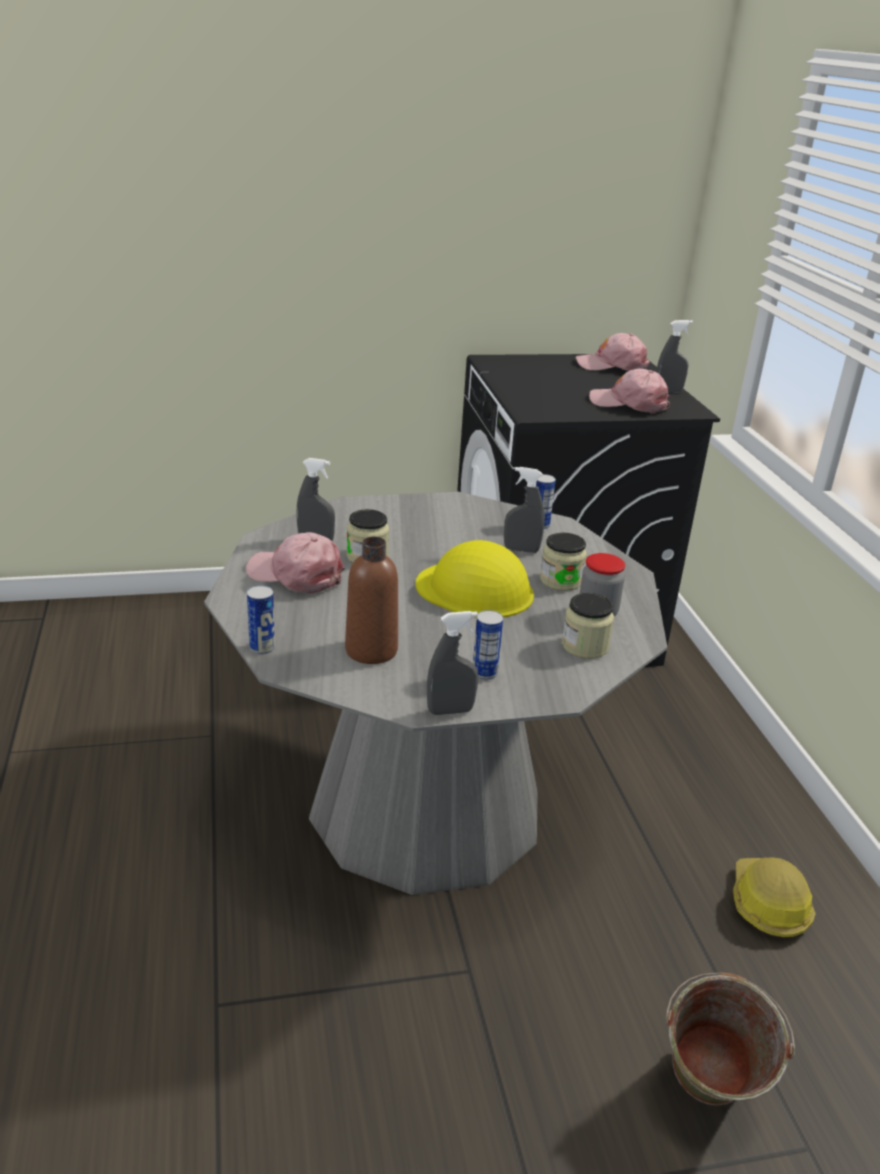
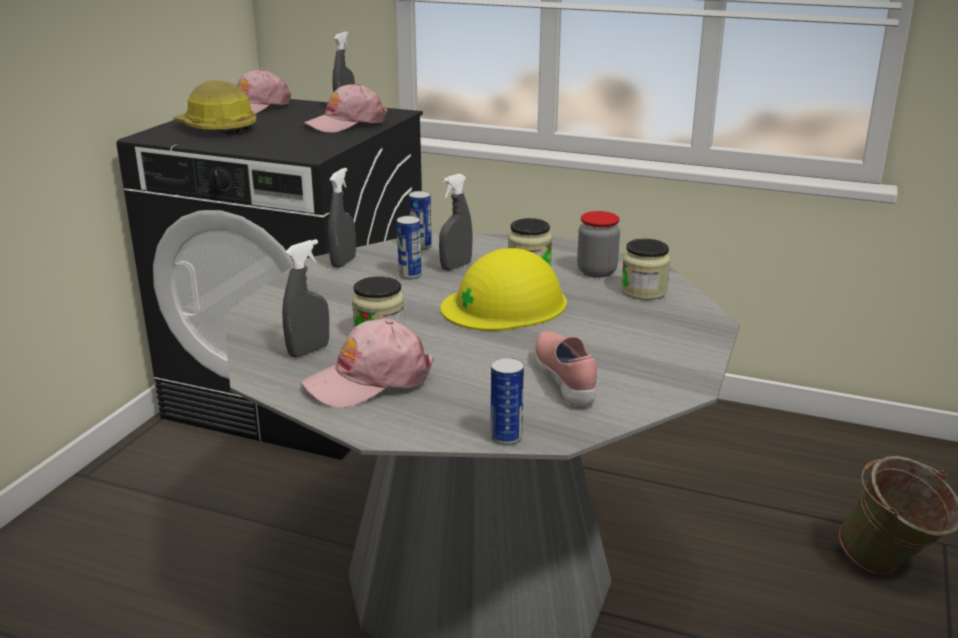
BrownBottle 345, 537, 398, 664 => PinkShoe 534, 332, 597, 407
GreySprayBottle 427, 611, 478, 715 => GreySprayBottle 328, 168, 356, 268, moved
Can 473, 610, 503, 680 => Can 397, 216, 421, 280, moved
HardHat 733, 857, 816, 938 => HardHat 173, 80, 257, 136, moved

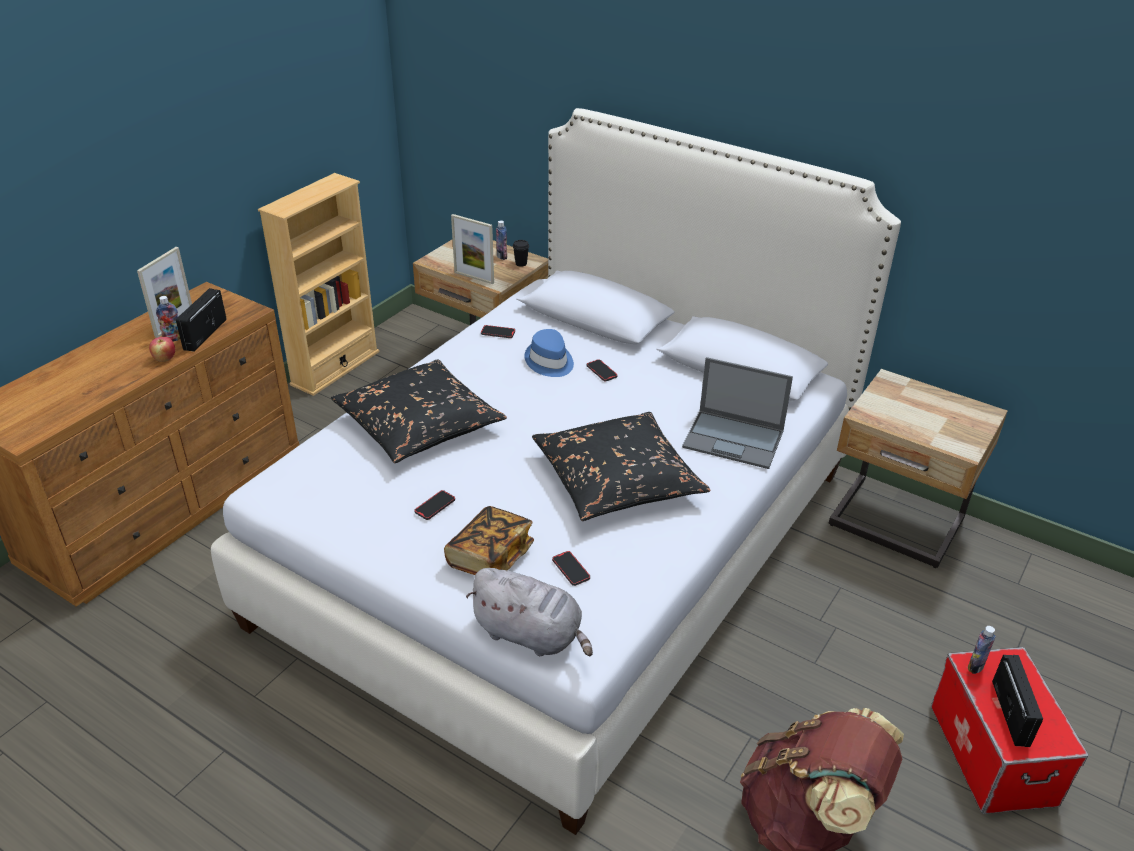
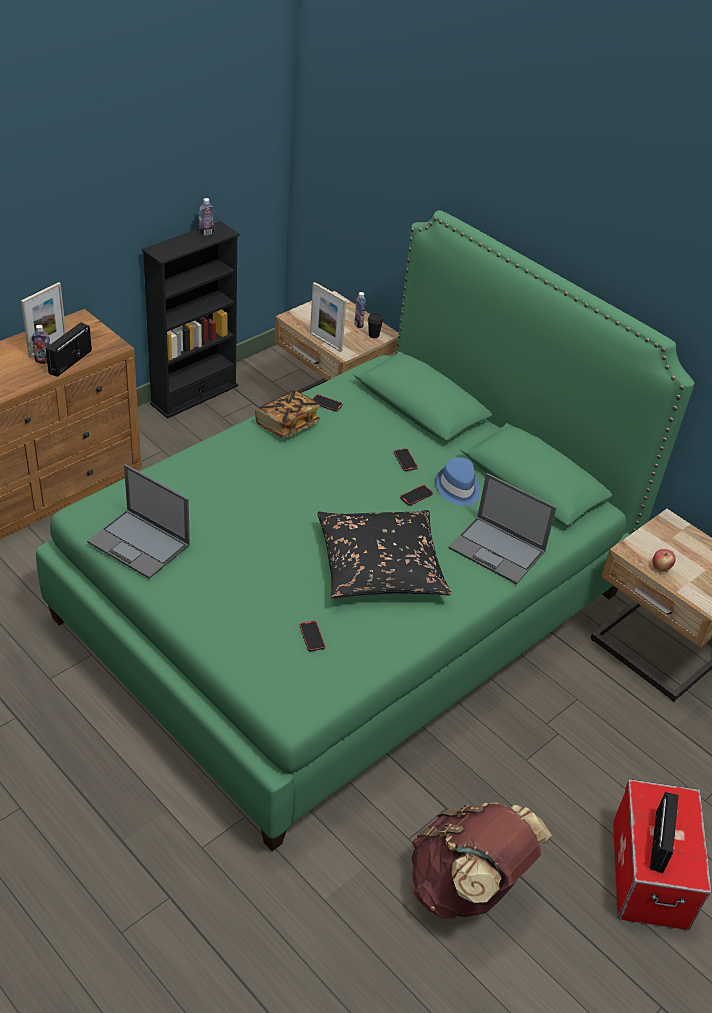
Apple 149, 337, 175, 362 => Apple 652, 549, 676, 572, moved
WhiteBed 211, 108, 901, 835 => GreenBed 36, 210, 694, 851
BeigeBookcase 258, 173, 380, 396 => BlackBookcase 142, 221, 240, 419
BlackPillow 331, 359, 507, 463 => nothing
Phone 414, 490, 455, 520 => Phone 400, 485, 433, 506, moved
Book 444, 506, 534, 575 => Book 255, 390, 320, 438, moved
GreyPlushToy 466, 568, 593, 656 => nothing
BlueHat 524, 329, 574, 377 => BlueHat 435, 457, 480, 506, moved
Bottle 968, 626, 996, 674 => Bottle 199, 198, 214, 236, moved
nothing => Laptop 87, 464, 190, 579

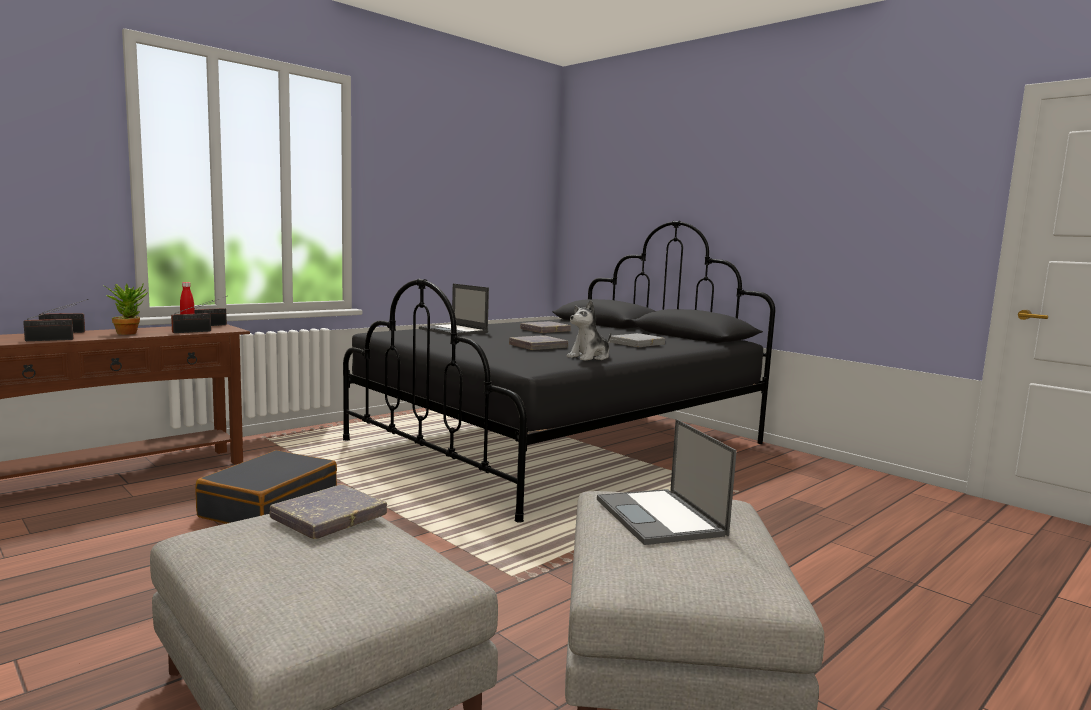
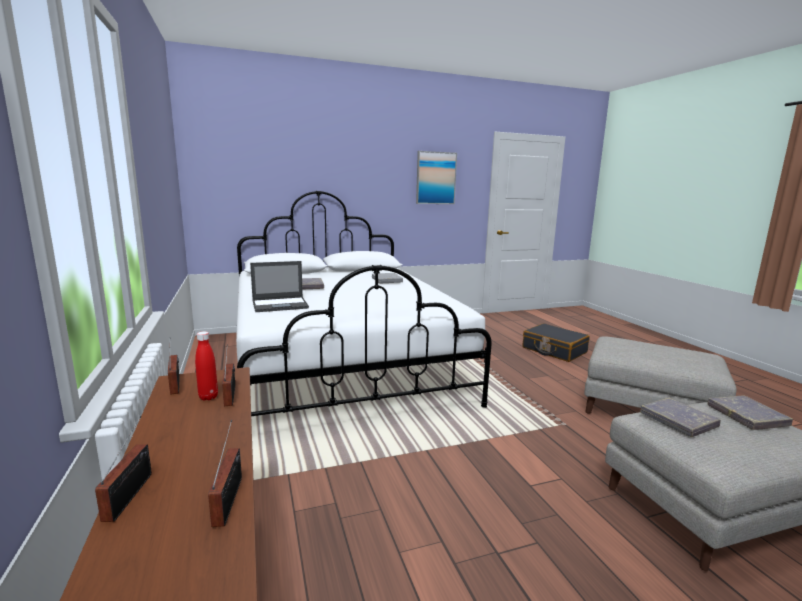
PottedPlant 105, 283, 148, 335 => nothing
BlackSuitcase 195, 450, 337, 524 => BlackSuitcase 523, 323, 590, 362, moved
BlackBed 343, 221, 775, 523 => WhiteBed 236, 191, 492, 416
GreyBook 509, 335, 568, 350 => GreyBook 707, 396, 793, 430, moved
PlushToy 567, 300, 611, 361 => nothing
Laptop 597, 419, 737, 545 => nothing
nothing => Picture 416, 151, 457, 204

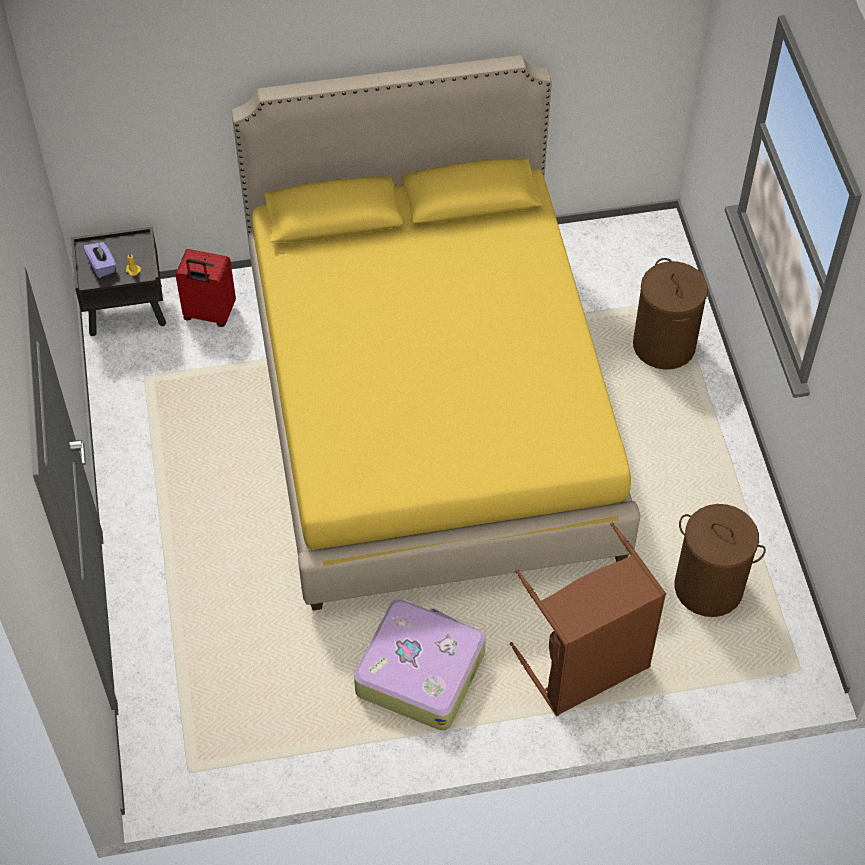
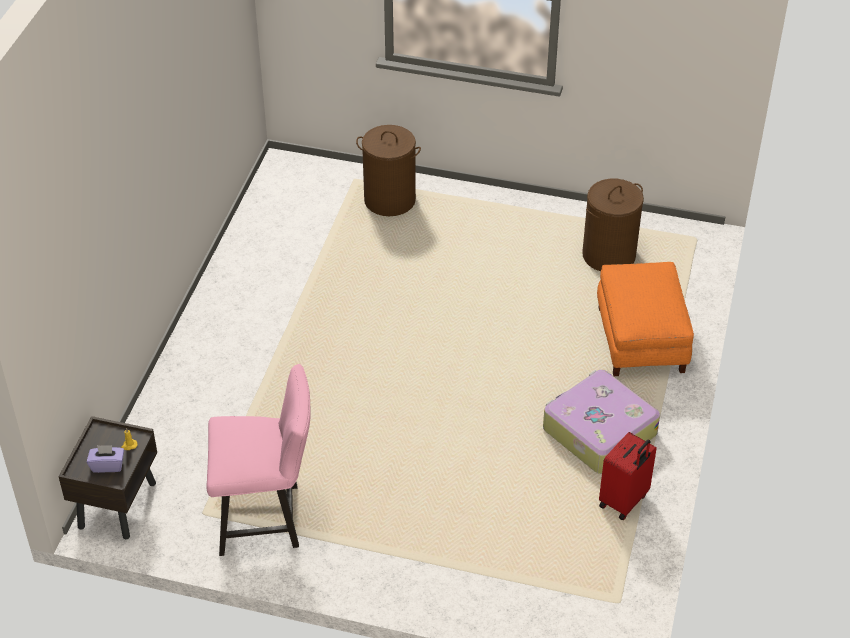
RedSuitcase 175, 249, 236, 327 => RedSuitcase 599, 432, 657, 520, moved
YellowBed 232, 55, 641, 611 => nothing
BrownLaundryBasket 510, 523, 666, 716 => OrangeOttoman 597, 262, 694, 376
nothing => PinkChair 206, 364, 311, 556

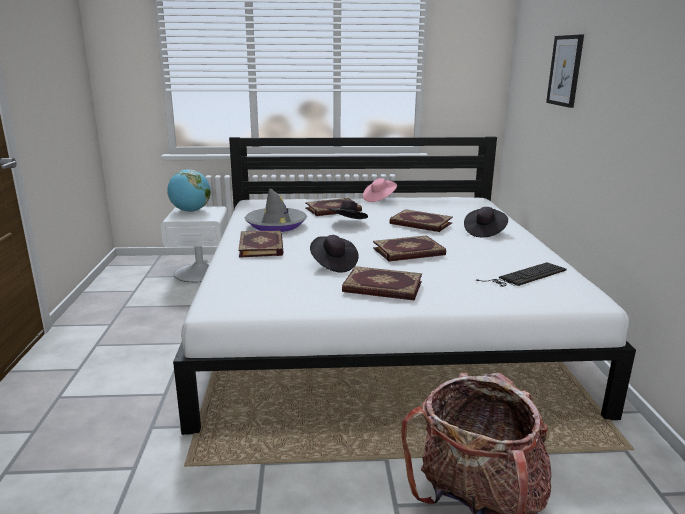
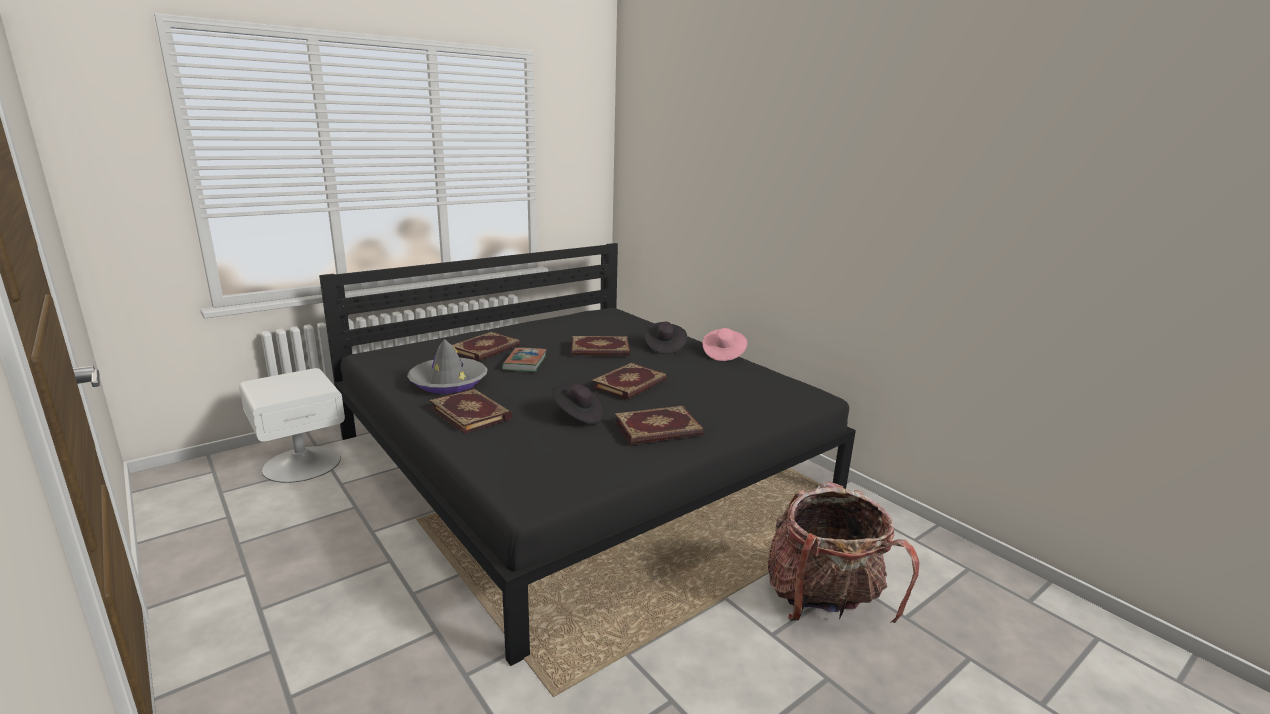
Globe 167, 170, 211, 212 => nothing
WhiteBed 173, 137, 636, 435 => BlackBed 319, 243, 856, 666
BlackHat 328, 200, 368, 219 => Book 502, 348, 547, 372
PinkHat 363, 178, 397, 202 => PinkHat 703, 328, 748, 361, moved
Keyboard 476, 262, 566, 287 => nothing
Picture 546, 34, 584, 108 => nothing

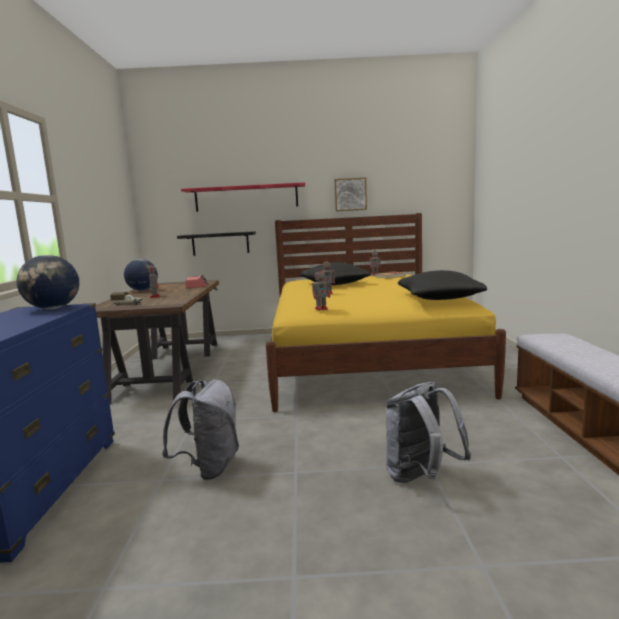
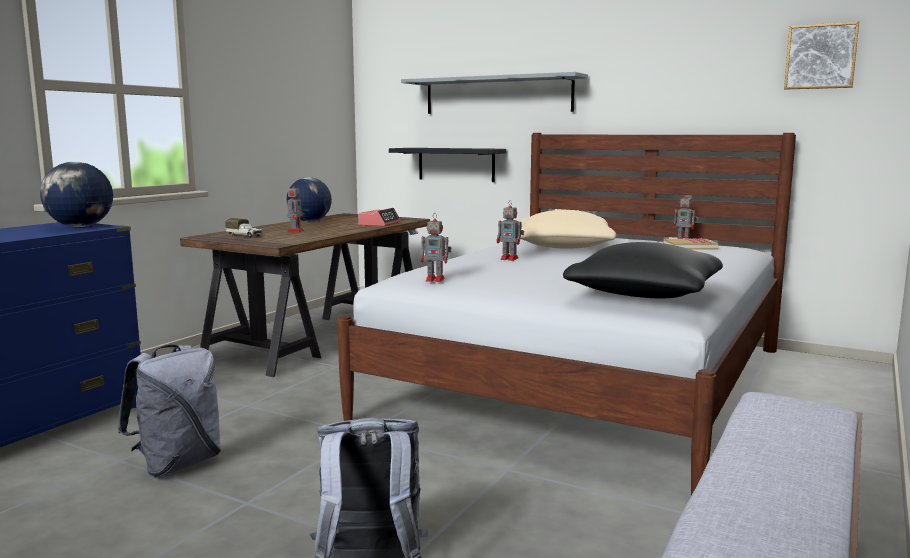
RedShelf 181, 182, 305, 212 => GreyShelf 401, 72, 588, 114
YellowBed 266, 213, 506, 412 => WhiteBed 337, 133, 796, 496
BlackPillow 299, 262, 371, 285 => BeigePillow 520, 210, 616, 249
Picture 334, 177, 367, 211 => Picture 784, 22, 859, 90, moved

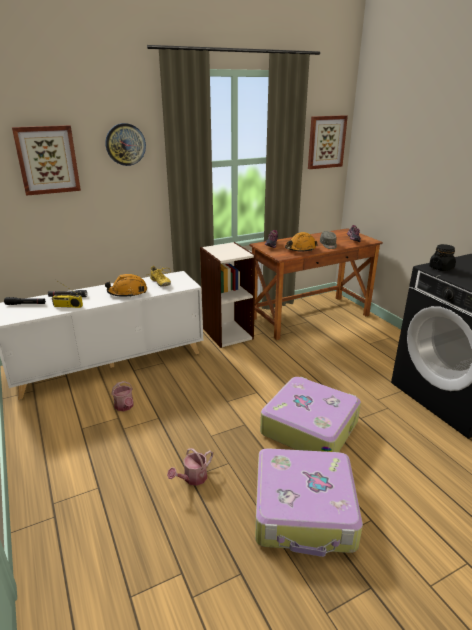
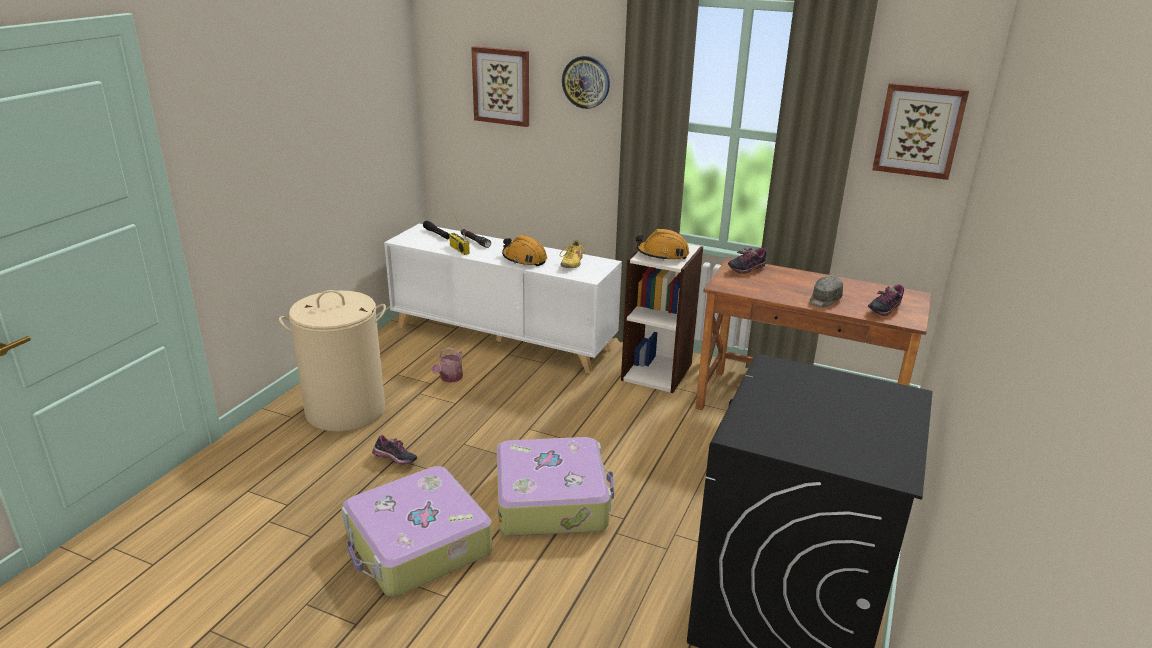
WateringCan 167, 448, 213, 486 => Shoe 372, 435, 417, 465
OrangeHardHat 285, 232, 317, 252 => OrangeHardHat 636, 229, 689, 261, moved
BlackJar 429, 244, 456, 271 => nothing
nothing => BeigeLaundryBasket 279, 290, 386, 432

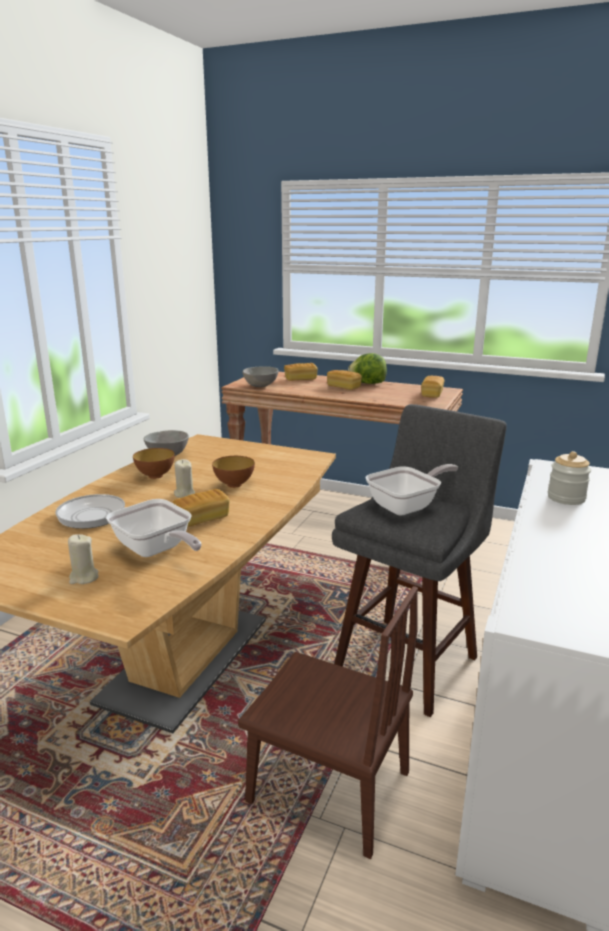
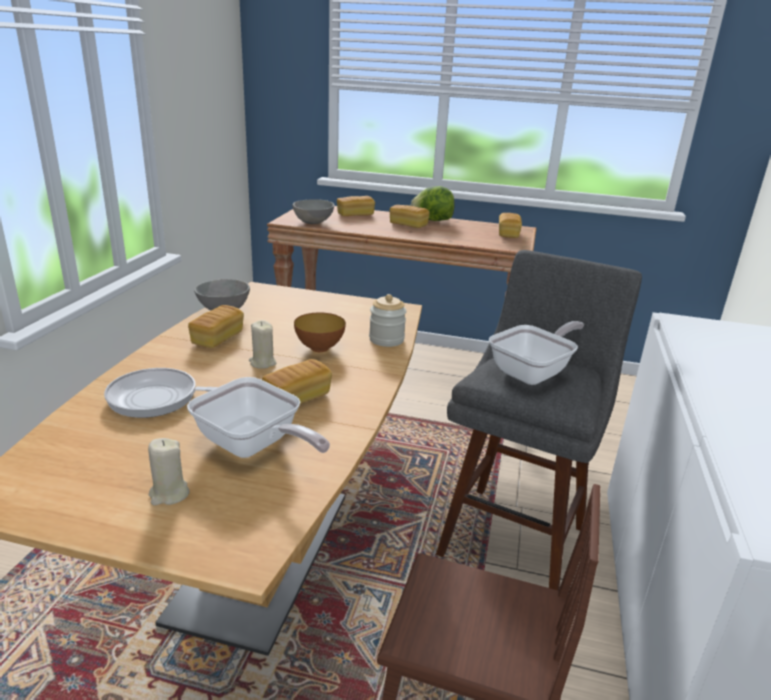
Bowl 133, 448, 175, 479 => Bread 188, 305, 244, 348
Jar 548, 451, 591, 505 => Jar 369, 294, 406, 347, moved

